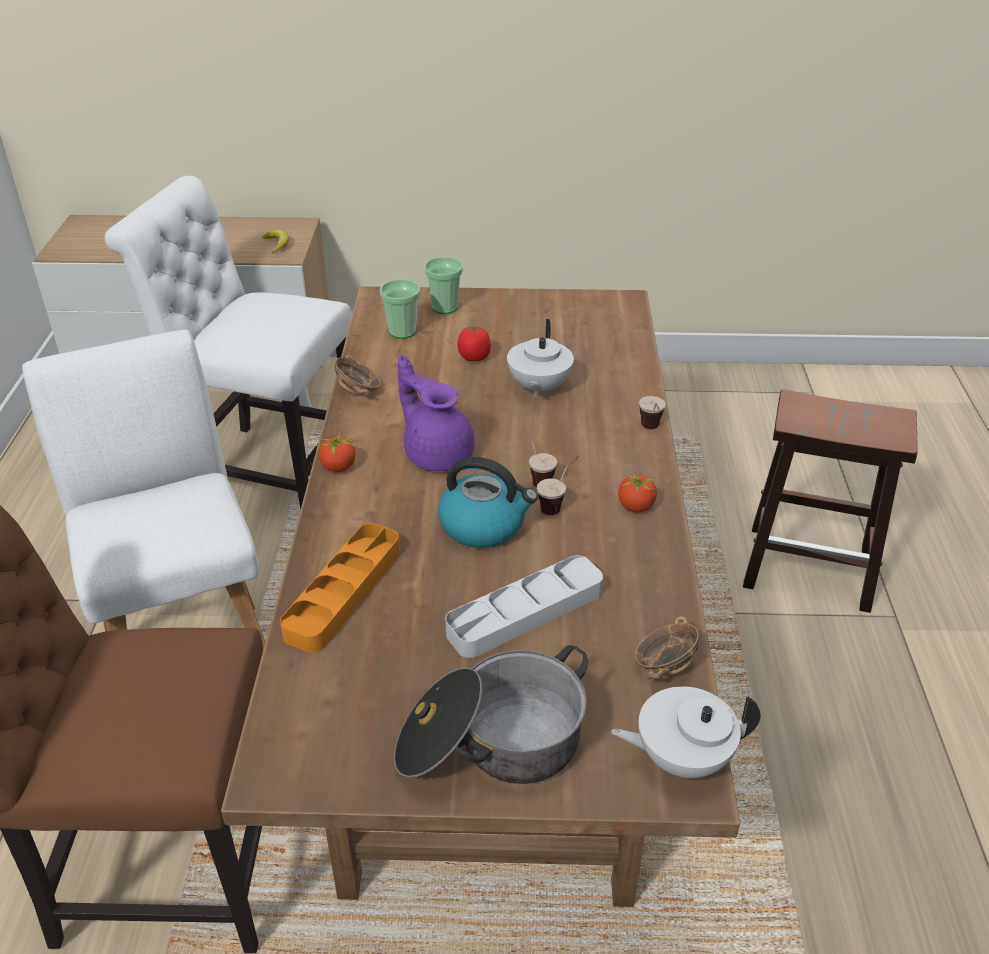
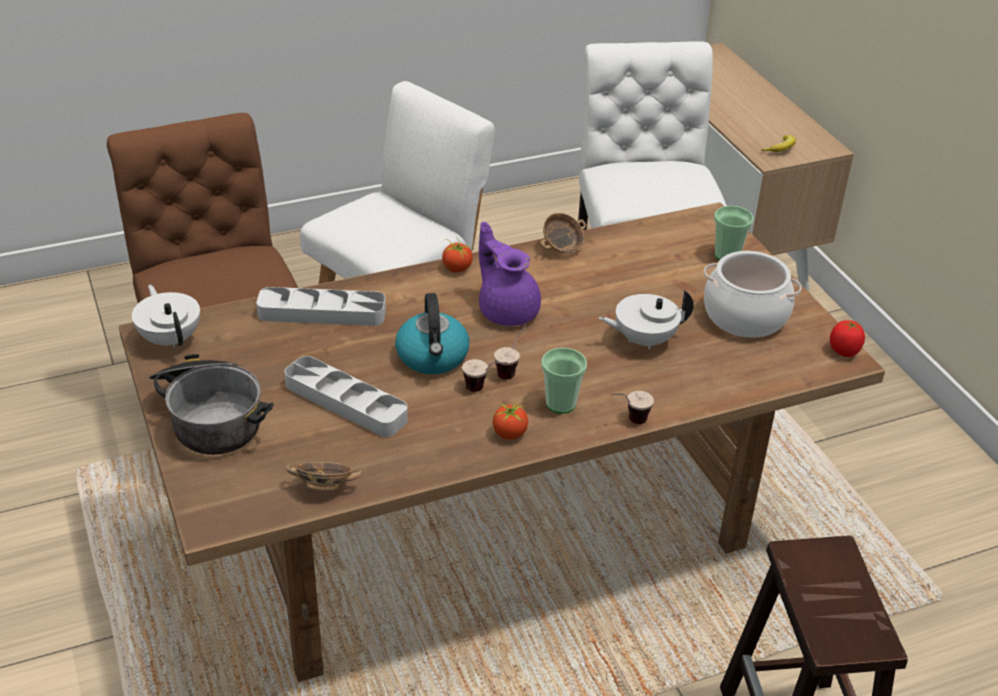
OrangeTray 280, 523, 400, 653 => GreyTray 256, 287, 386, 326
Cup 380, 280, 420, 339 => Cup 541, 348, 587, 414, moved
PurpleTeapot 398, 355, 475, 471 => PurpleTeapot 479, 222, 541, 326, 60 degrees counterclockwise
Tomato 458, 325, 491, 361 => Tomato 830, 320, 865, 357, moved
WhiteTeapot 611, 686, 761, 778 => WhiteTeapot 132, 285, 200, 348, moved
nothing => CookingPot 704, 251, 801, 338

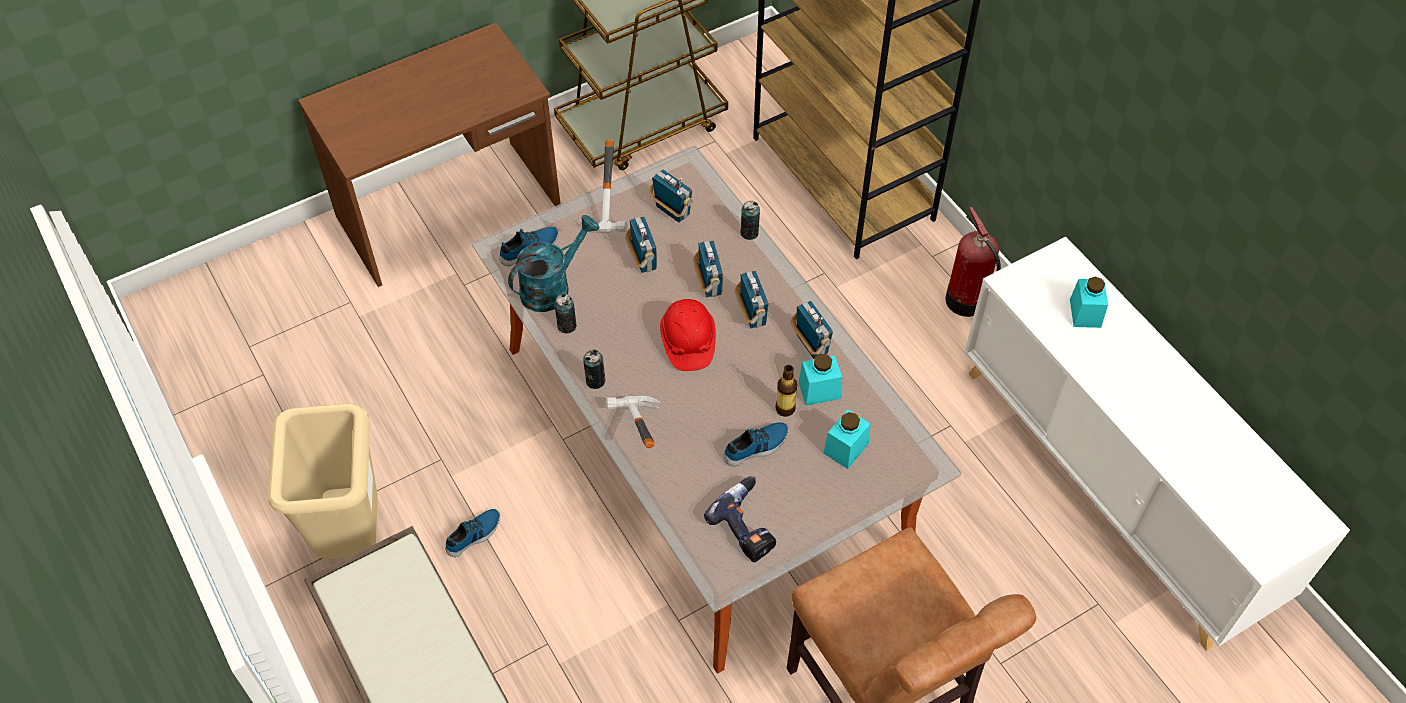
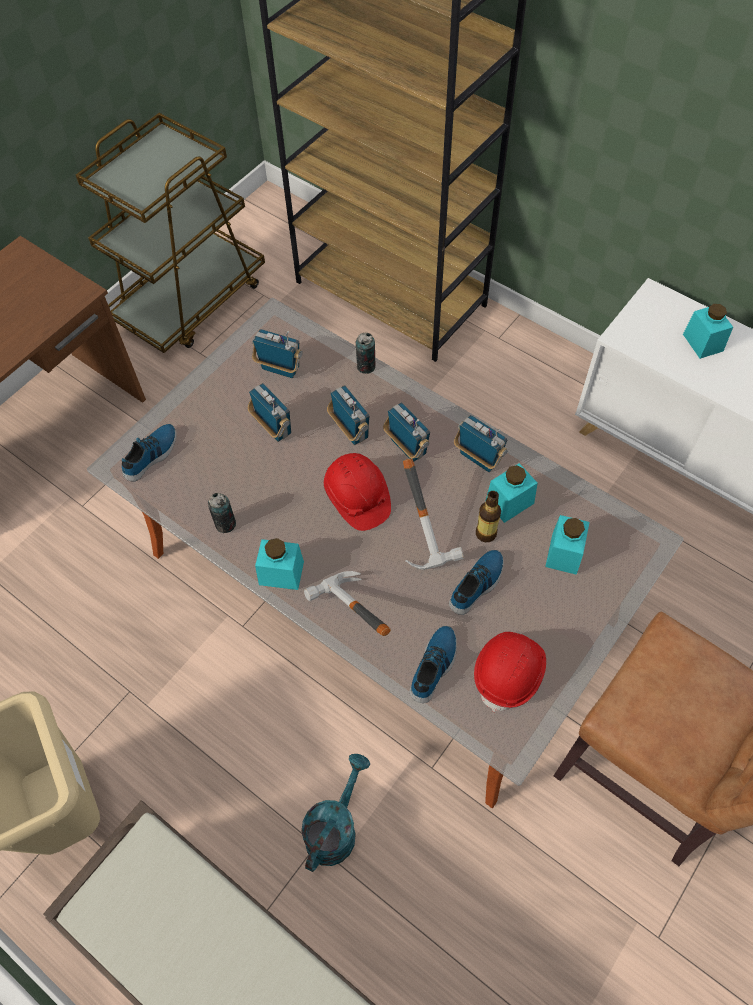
Shoe 445, 509, 500, 557 => Shoe 409, 626, 457, 703, moved
TurquoiseWateringCan 508, 215, 599, 312 => TurquoiseWateringCan 301, 754, 370, 872, moved
Hammer 580, 140, 628, 232 => Hammer 403, 458, 464, 570, moved
Can 583, 350, 606, 389 => TurquoiseJar 255, 538, 304, 590
PowerDrill 704, 476, 776, 562 => RedHardHat 474, 632, 546, 712
FireExtinguisher 945, 206, 1001, 317 => nothing

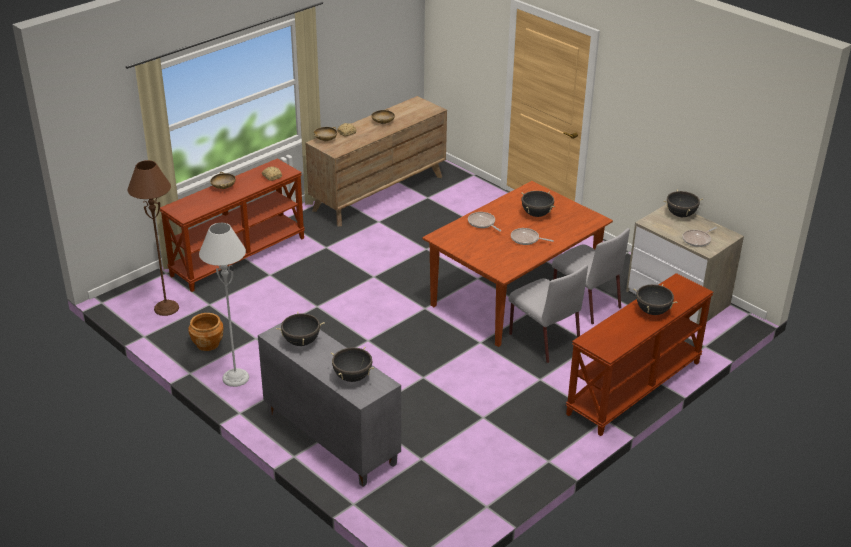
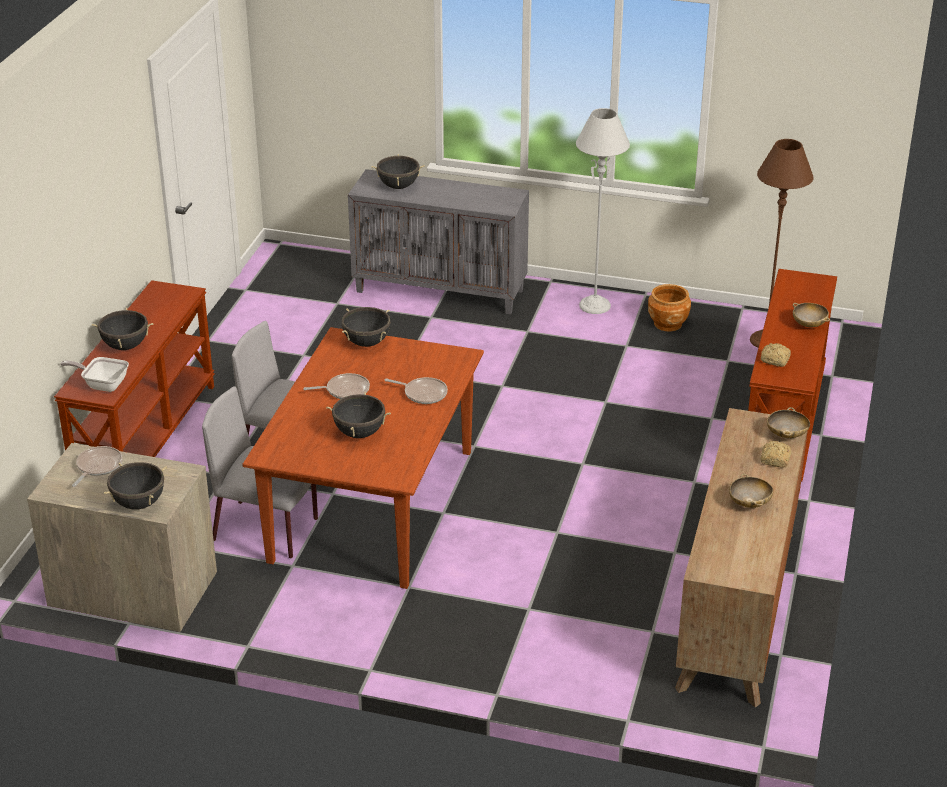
BlackCookingPot 276, 311, 325, 346 => BlackCookingPot 341, 307, 391, 347, moved
nothing => FryingPan 60, 357, 129, 392

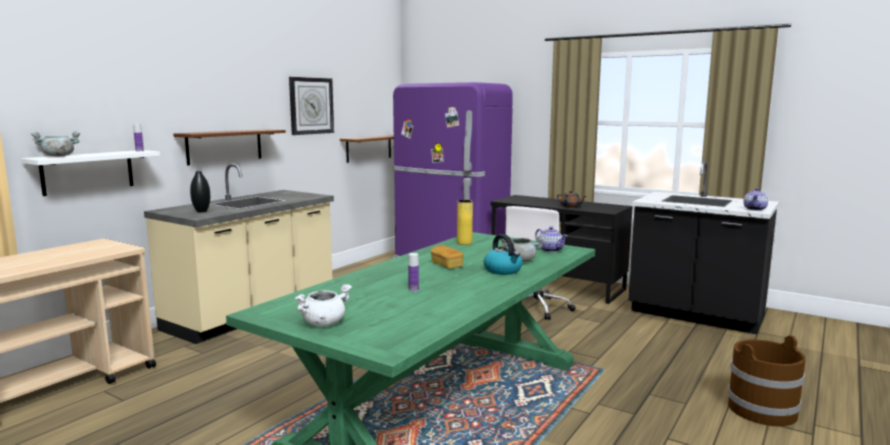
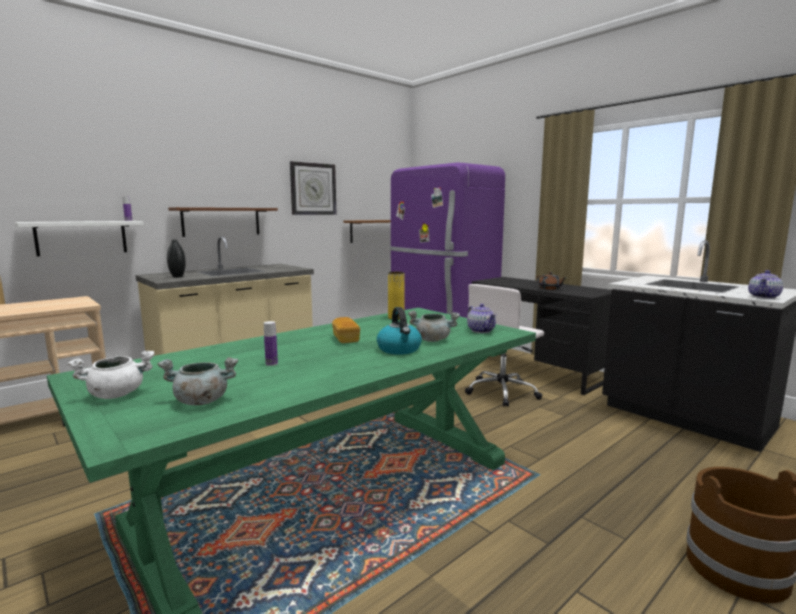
GreyCookingPot 31, 131, 80, 157 => GreyCookingPot 157, 357, 238, 405, moved

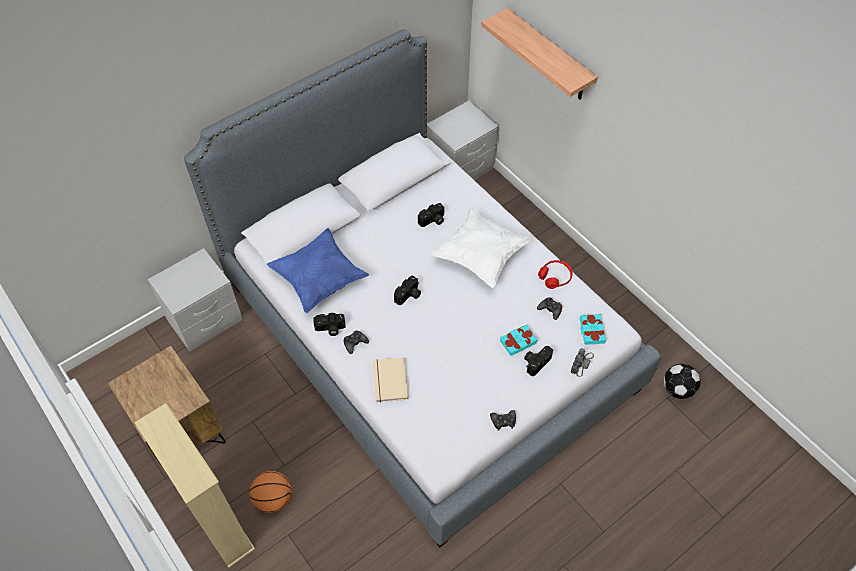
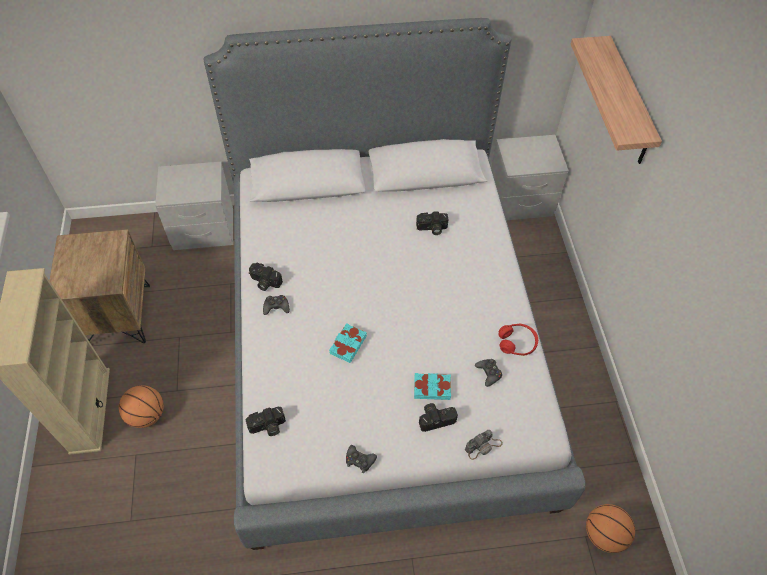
BluePillow 267, 228, 369, 313 => nothing
BeigeBook 373, 357, 409, 403 => nothing
PhotoCamera 394, 275, 421, 305 => PhotoCamera 245, 407, 286, 436, moved
WhitePillow 430, 208, 531, 288 => nothing
TurquoiseBook 579, 314, 606, 345 => TurquoiseBook 329, 323, 367, 363, moved
Football 664, 364, 700, 399 => Basketball 586, 504, 635, 553

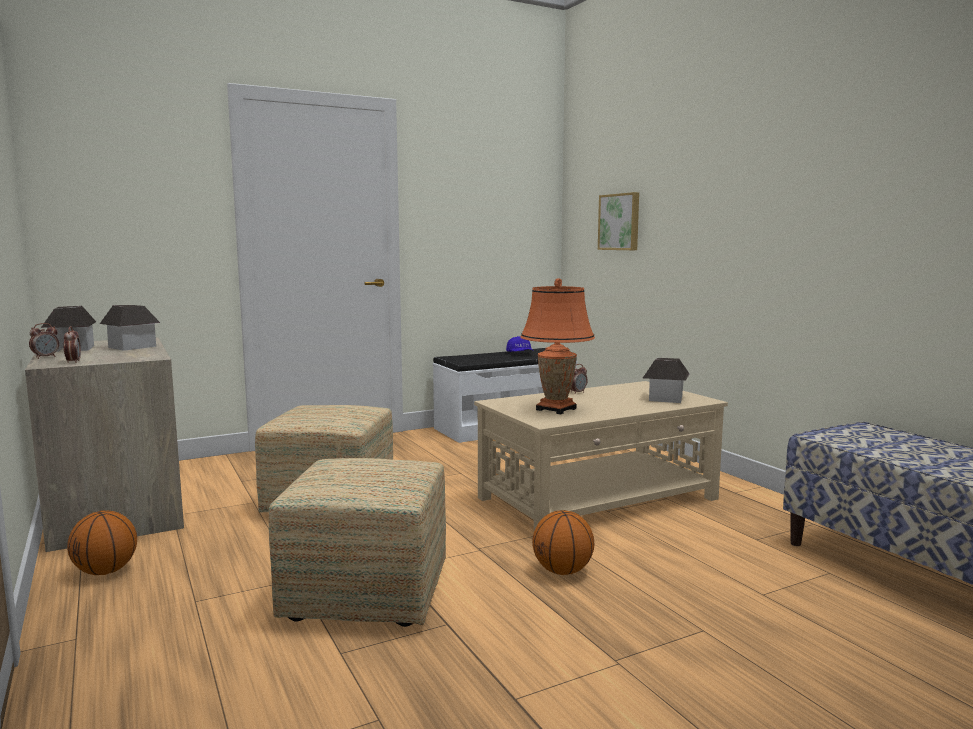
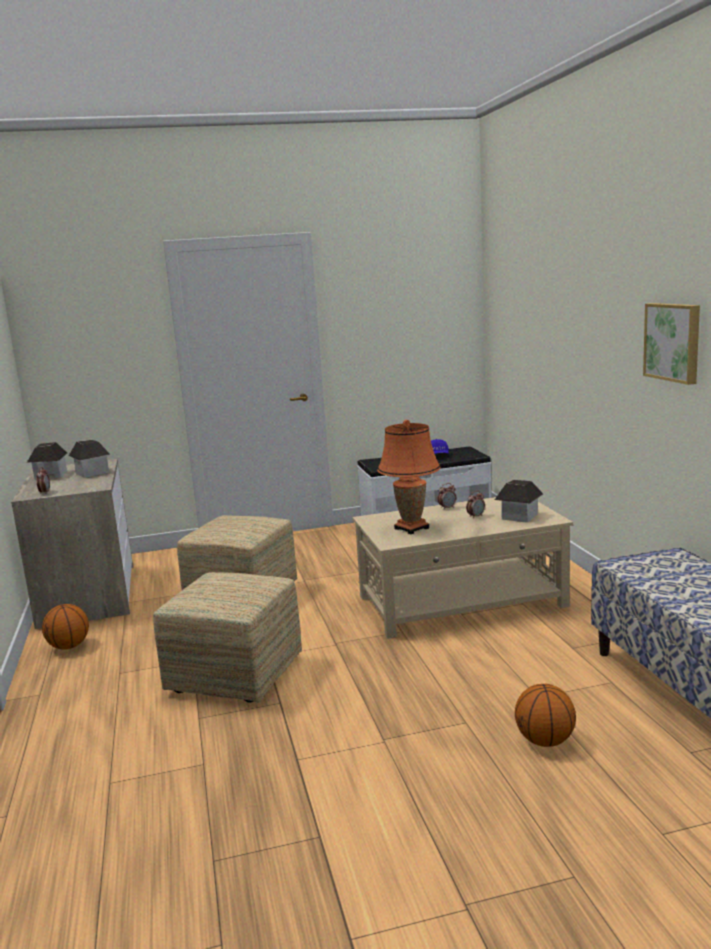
AlarmClock 29, 323, 59, 359 => AlarmClock 466, 491, 485, 519, moved
Basketball 532, 510, 594, 575 => Basketball 515, 684, 576, 747, moved
Picture 598, 192, 639, 250 => Picture 643, 303, 700, 385, moved

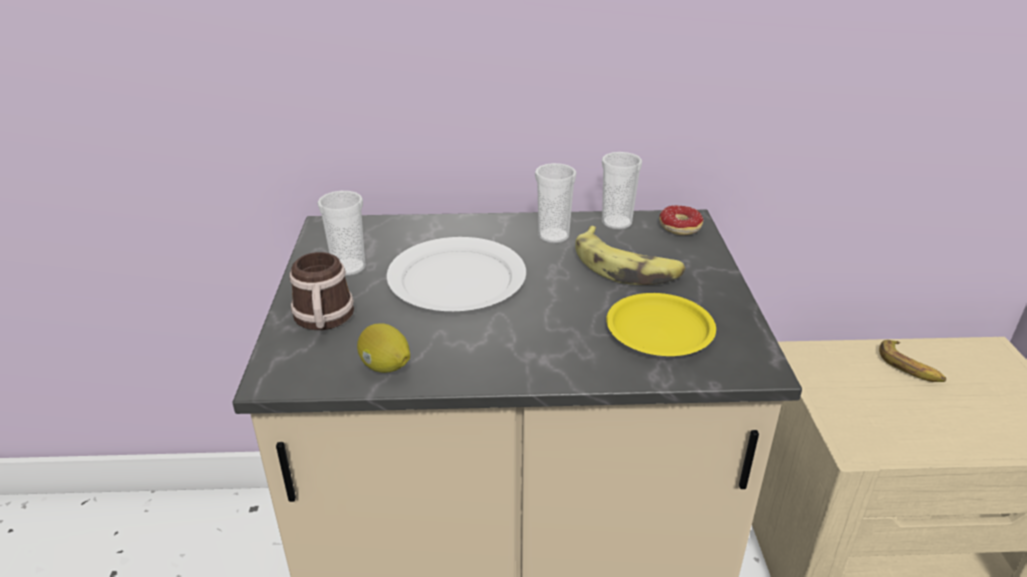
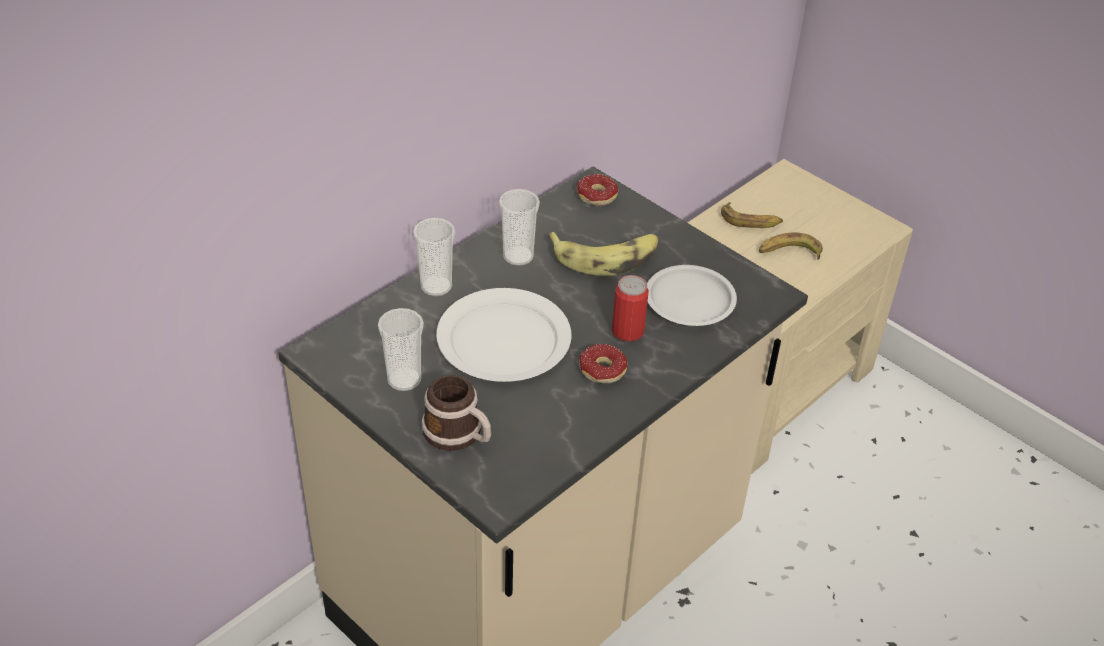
Lemon 357, 323, 410, 373 => nothing
Cup 602, 152, 642, 230 => Cup 413, 218, 455, 296, moved
YellowPlate 606, 293, 716, 356 => WhitePlate 647, 265, 737, 326
nothing => Donut 579, 344, 627, 383
nothing => Can 612, 275, 649, 341
nothing => Banana 759, 232, 823, 260

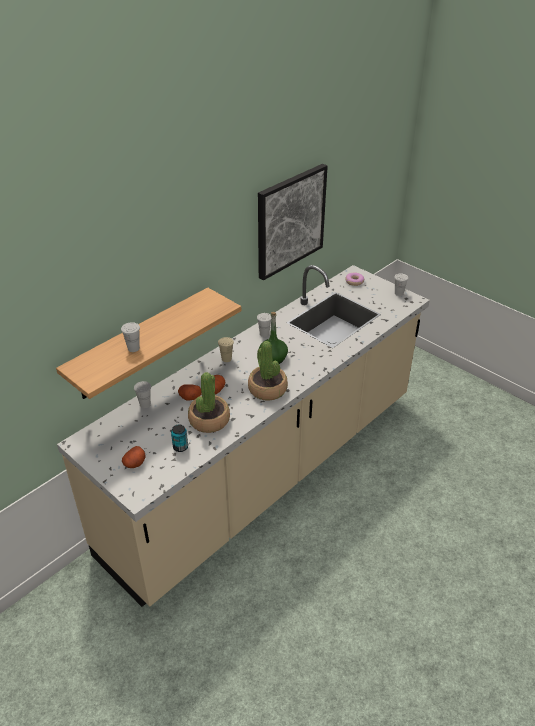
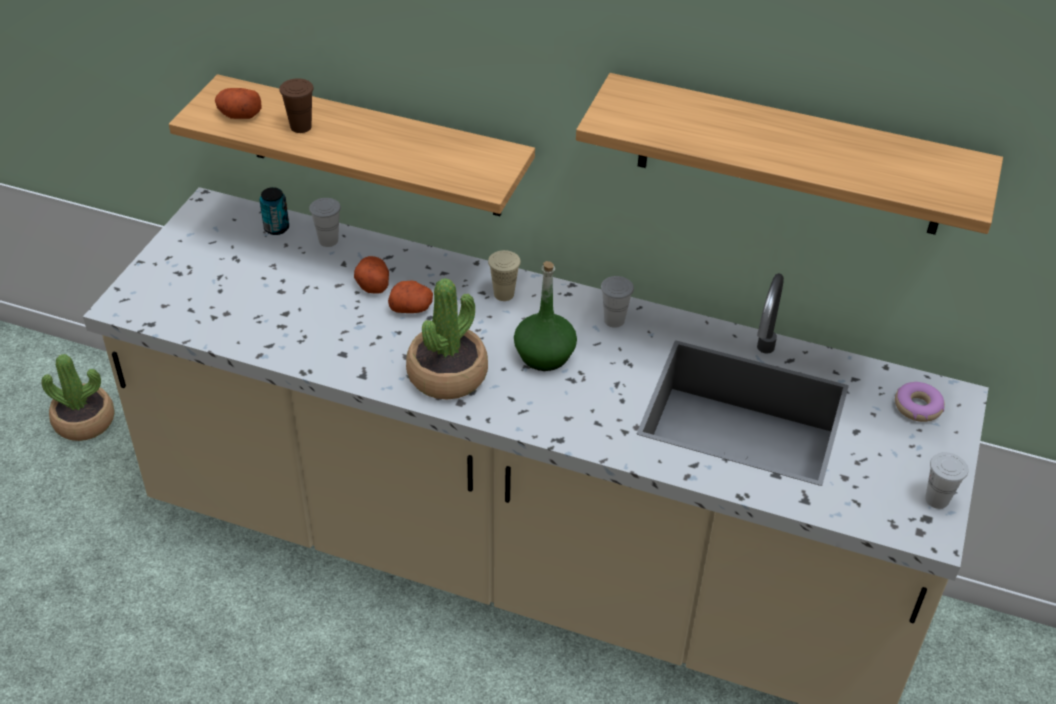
WhiteCup 121, 322, 140, 352 => BrownCup 279, 78, 314, 133
Potato 122, 446, 146, 468 => Potato 215, 88, 261, 119, moved
Can 171, 424, 188, 452 => Can 260, 187, 289, 235, moved
PottedPlant 188, 372, 230, 433 => PottedPlant 42, 354, 115, 441, moved
Picture 258, 164, 328, 281 => Shelf 576, 73, 1003, 235

